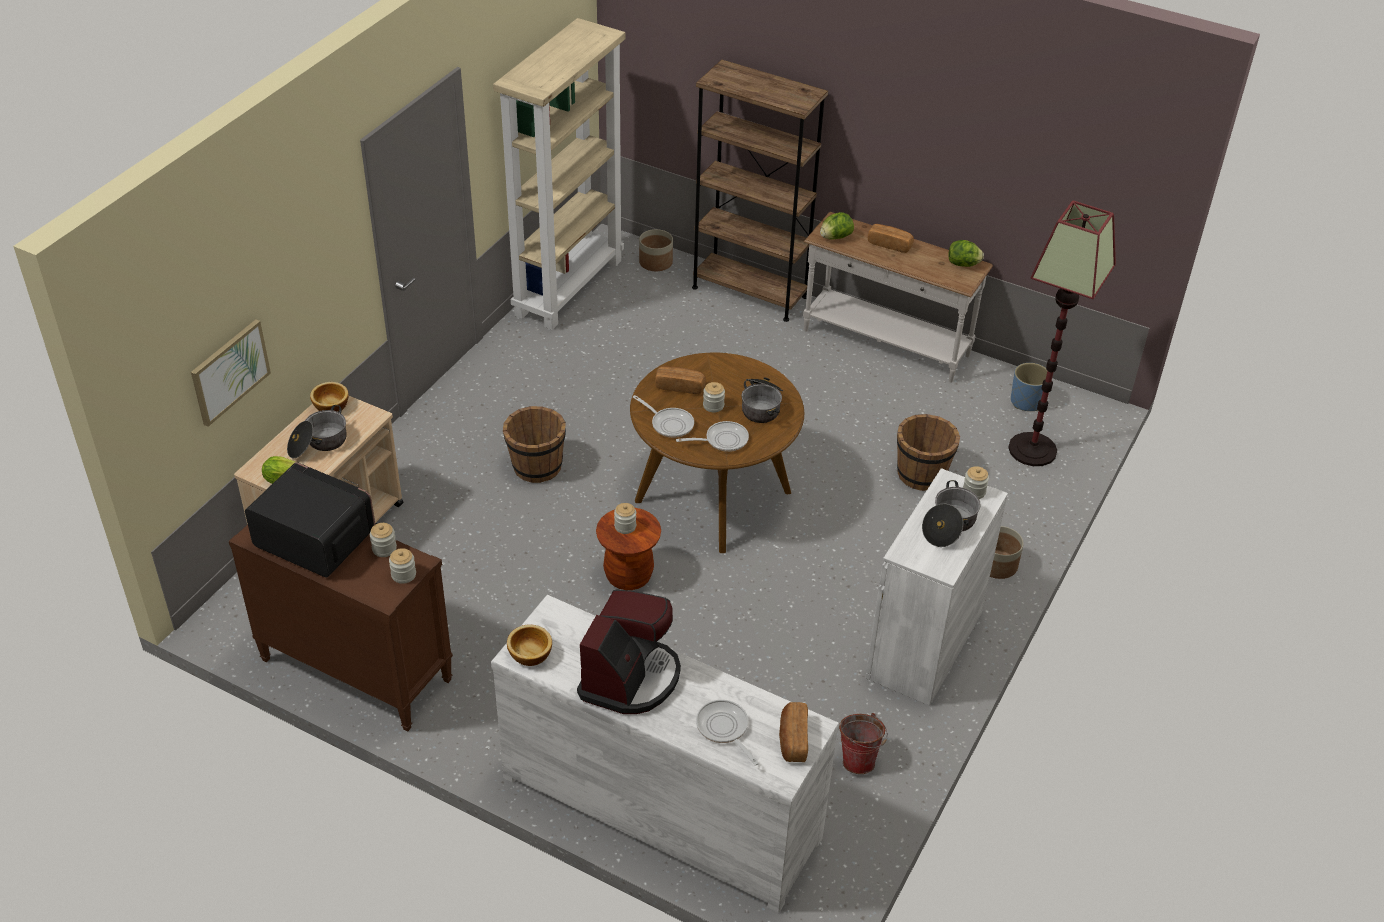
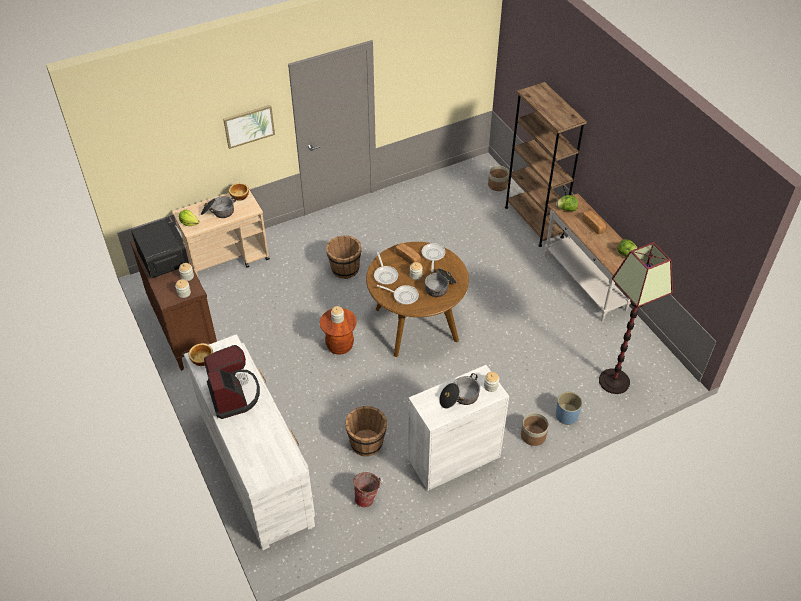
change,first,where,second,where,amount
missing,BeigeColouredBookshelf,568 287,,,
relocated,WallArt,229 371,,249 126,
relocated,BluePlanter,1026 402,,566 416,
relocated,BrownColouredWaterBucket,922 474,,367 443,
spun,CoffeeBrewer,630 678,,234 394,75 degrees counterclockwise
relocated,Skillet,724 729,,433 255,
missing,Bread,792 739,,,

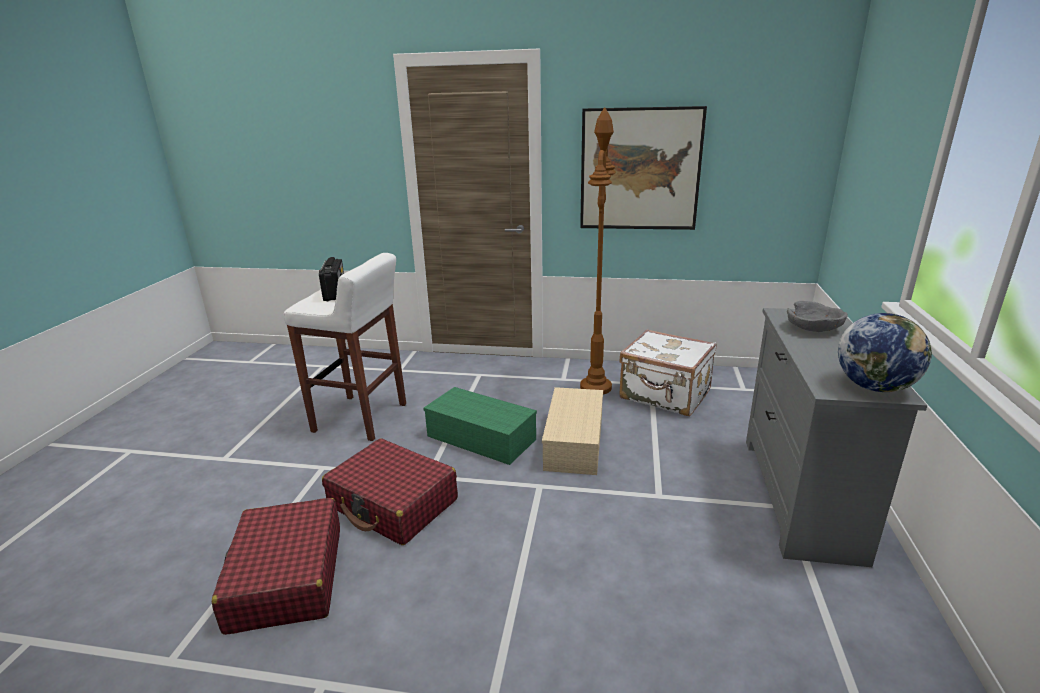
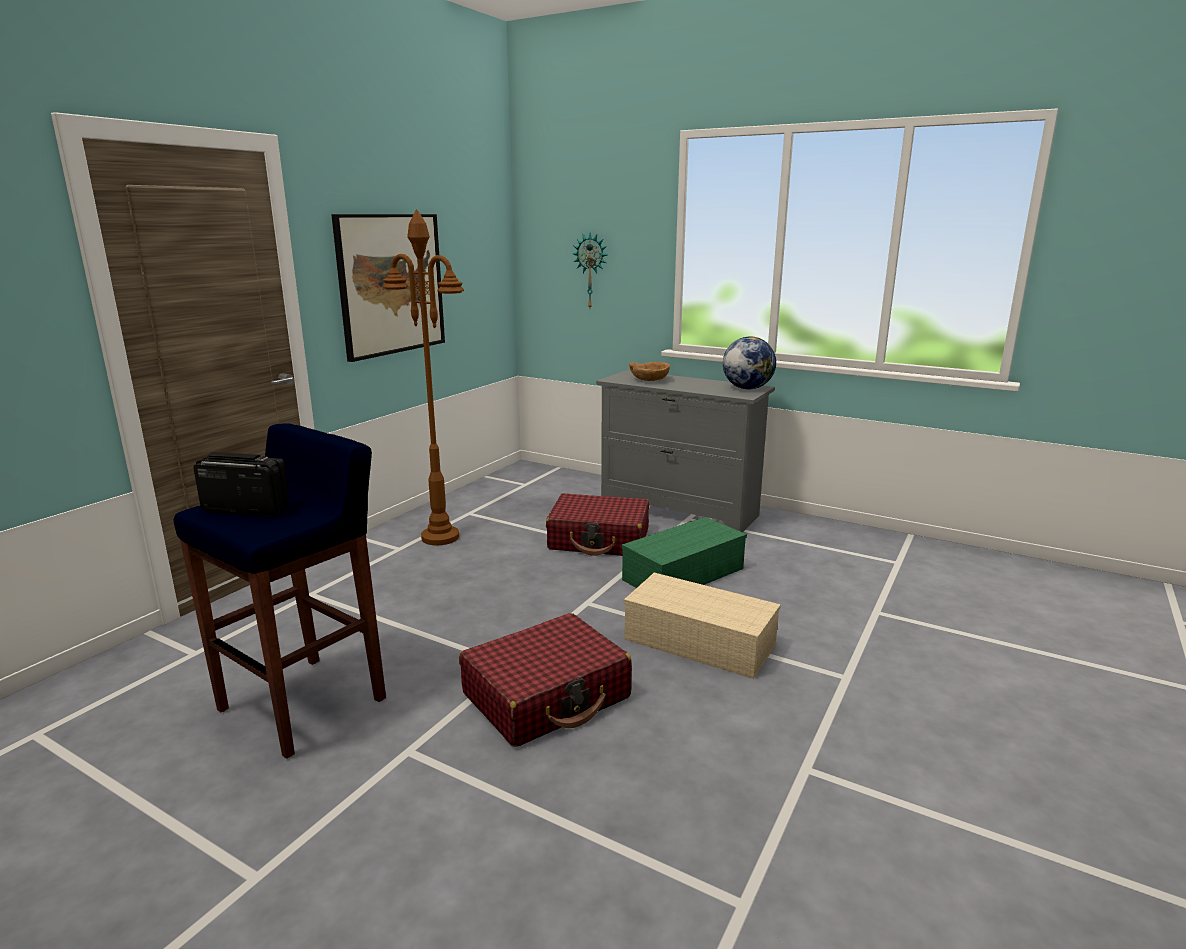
change,first,where,second,where,amount
colour,WhiteColouredStoolSeat,361 418,BlueStoolSeat,305 703,
colour,GreyBowl,813 328,BrownColouredBowl,649 379,
missing,WhiteColouredSuitcase,665 395,,,
relocated,GreenStorageBin,483 437,,684 573,
relocated,BeigeColouredStorageBin,575 443,,702 642,
relocated,RedSuitcase,286 578,,599 539,
appeared,,,WallClock,591 271,

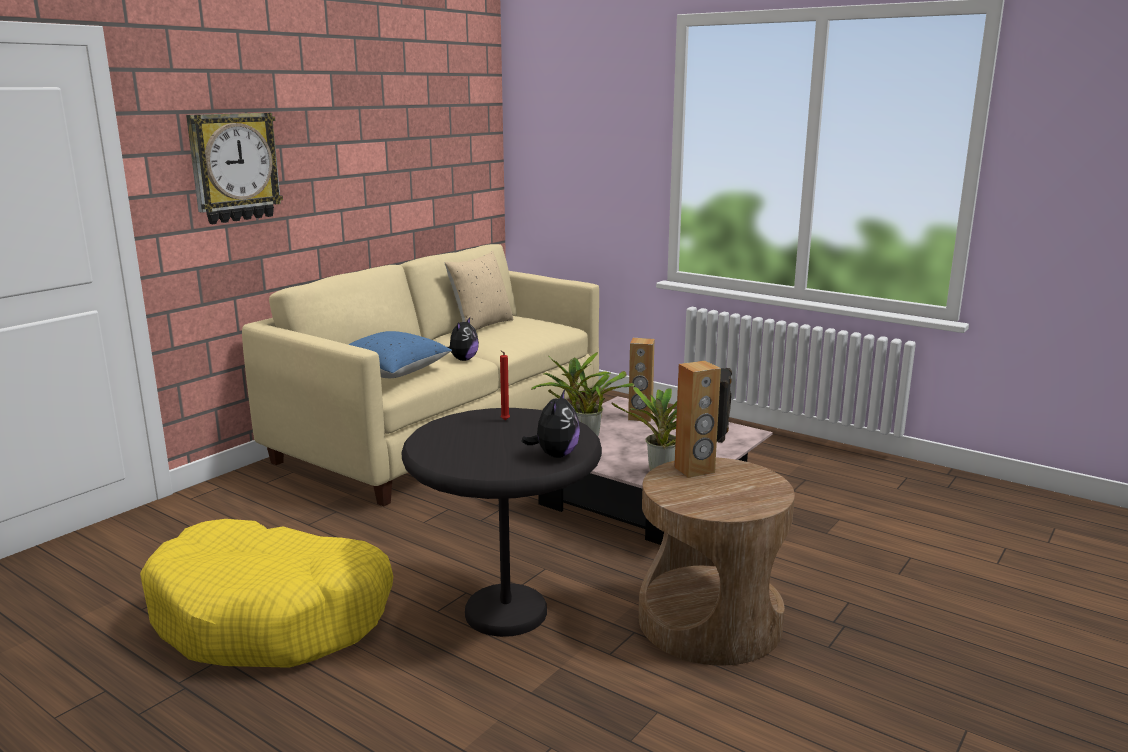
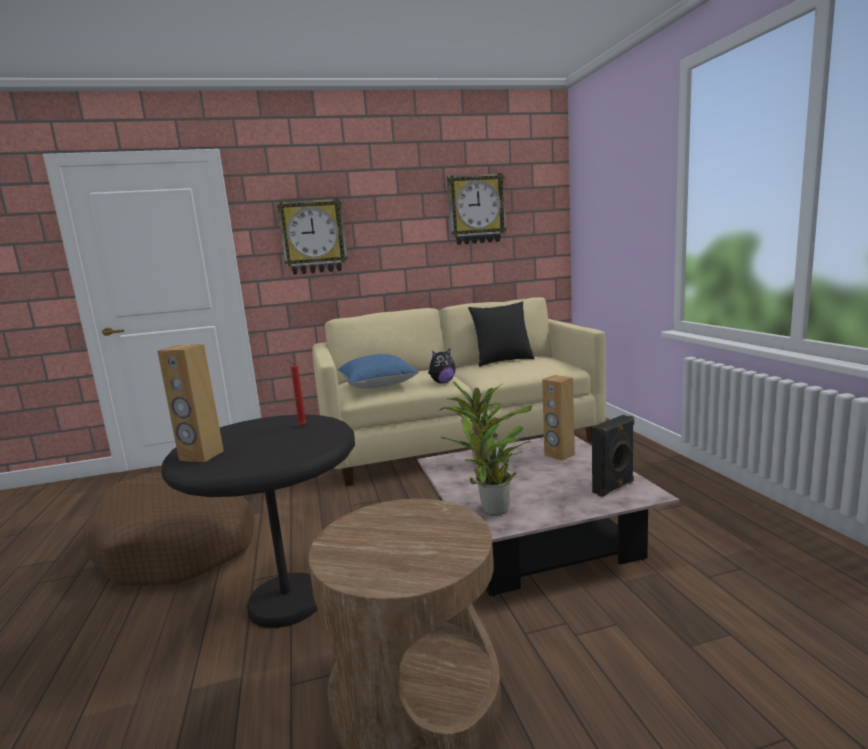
change,first,where,second,where,amount
colour,BeigeColouredPillow,481 326,BlackColouredPillow,502 361,
relocated,BrownColouredSpeaker,694 470,,201 456,
missing,PlushToy,555 455,,,
colour,YellowColouredDogCushion,272 616,BrownColouredDogCushion,179 544,
appeared,,,WallClock,476 209,

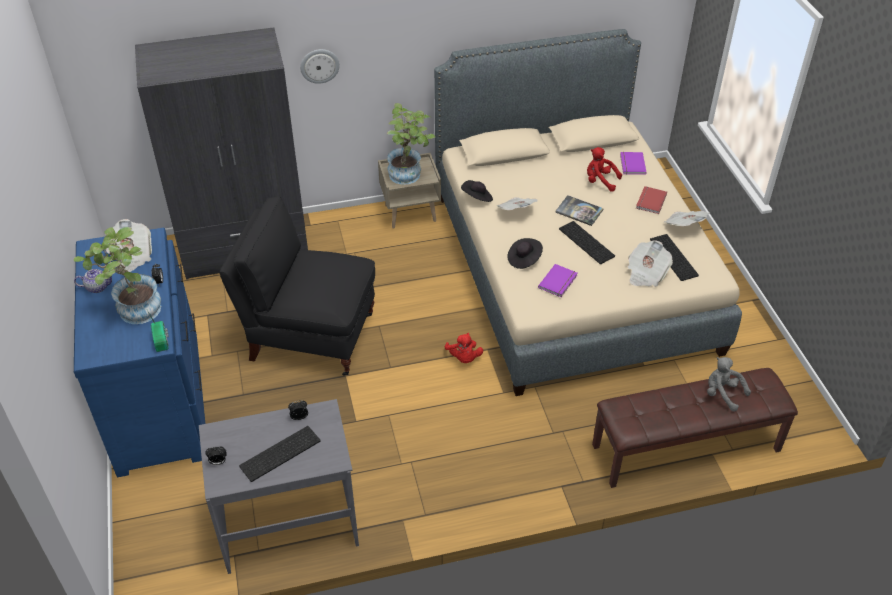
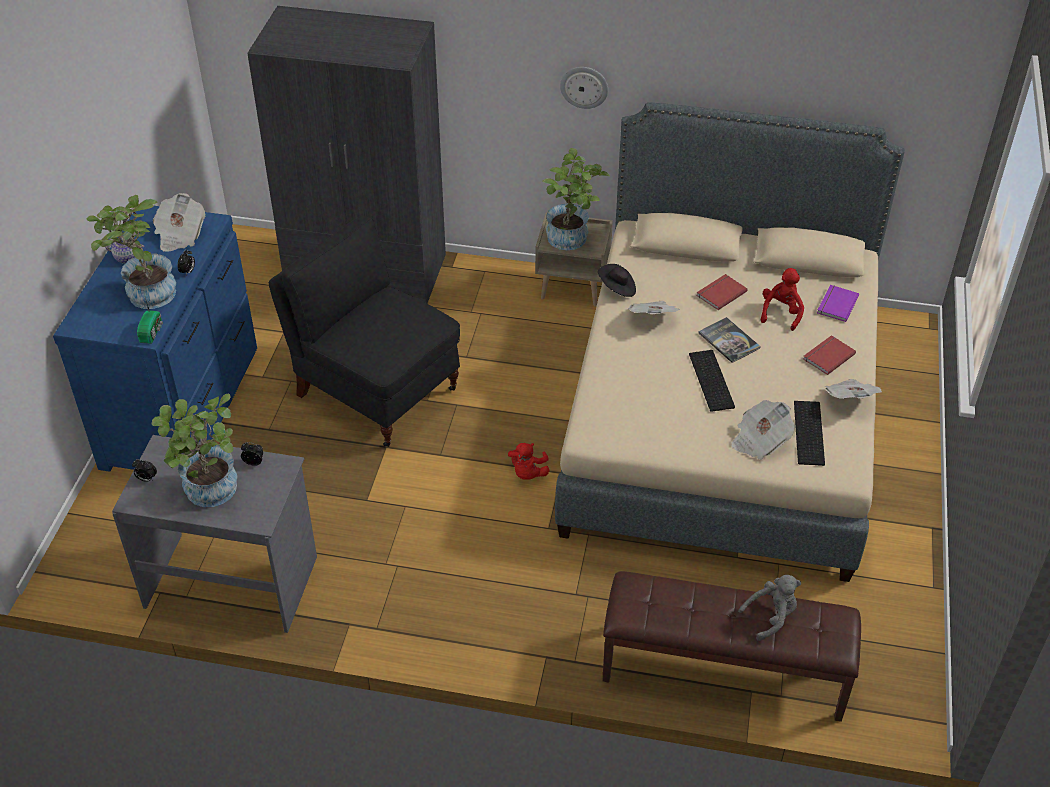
change,first,where,second,where,amount
relocated,WallClock,319 65,,584 86,
spun,RedPlushToy,600 181,,781 313,60 degrees clockwise
missing,BlackColouredWearableHat,524 259,,,
missing,PurpleColouredBook,559 282,,,
spun,GreyPlushToy,722 393,,771 617,90 degrees clockwise
exchanged,Keyboard,280 455,PlantInAPot,210 494,
appeared,,,RedBook,720 293,

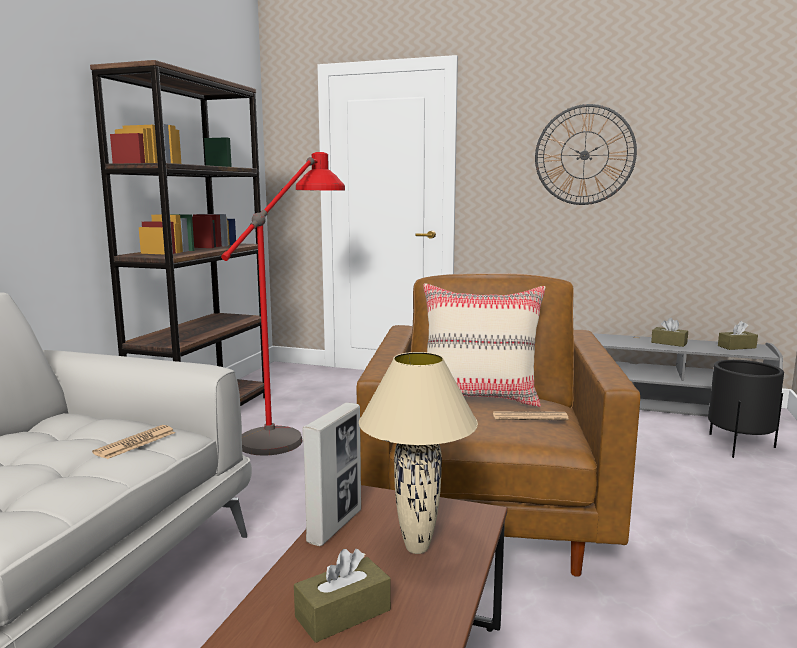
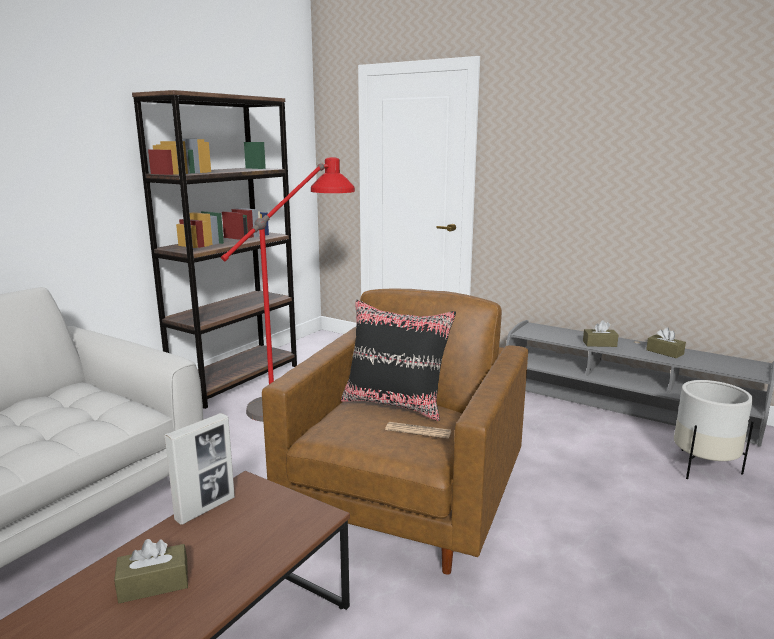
change,first,where,second,where,amount
missing,WallClock,584 155,,,
colour,BeigeColouredPillow,479 397,BlackColouredPillow,395 404,
relocated,BrownColouredBoxOfTissues,736 347,,599 344,
missing,BeigeColouredTableLamp,417 549,,,
colour,BlackColouredPlanter,738 446,WhiteColouredPlanter,703 467,
missing,Newspaper,135 443,,,

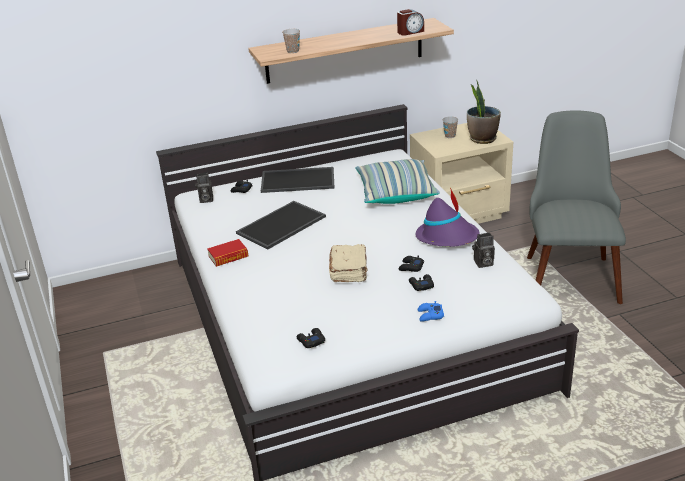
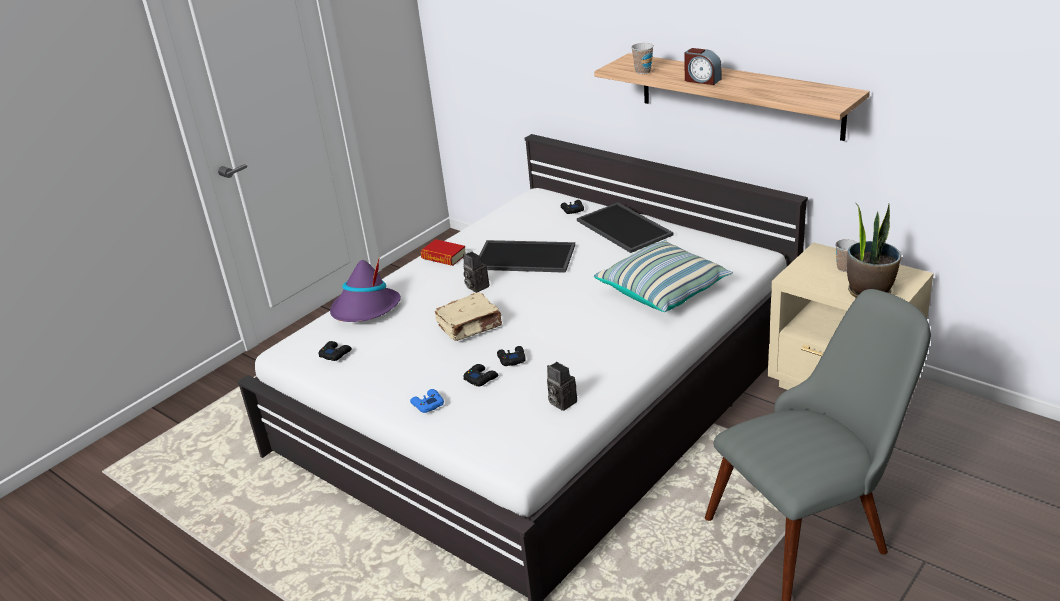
change,first,where,second,where,amount
relocated,AlarmClock,410 32,,702 80,
relocated,StillCamera,205 200,,476 286,
relocated,PurpleColouredWearableHat,447 237,,365 310,

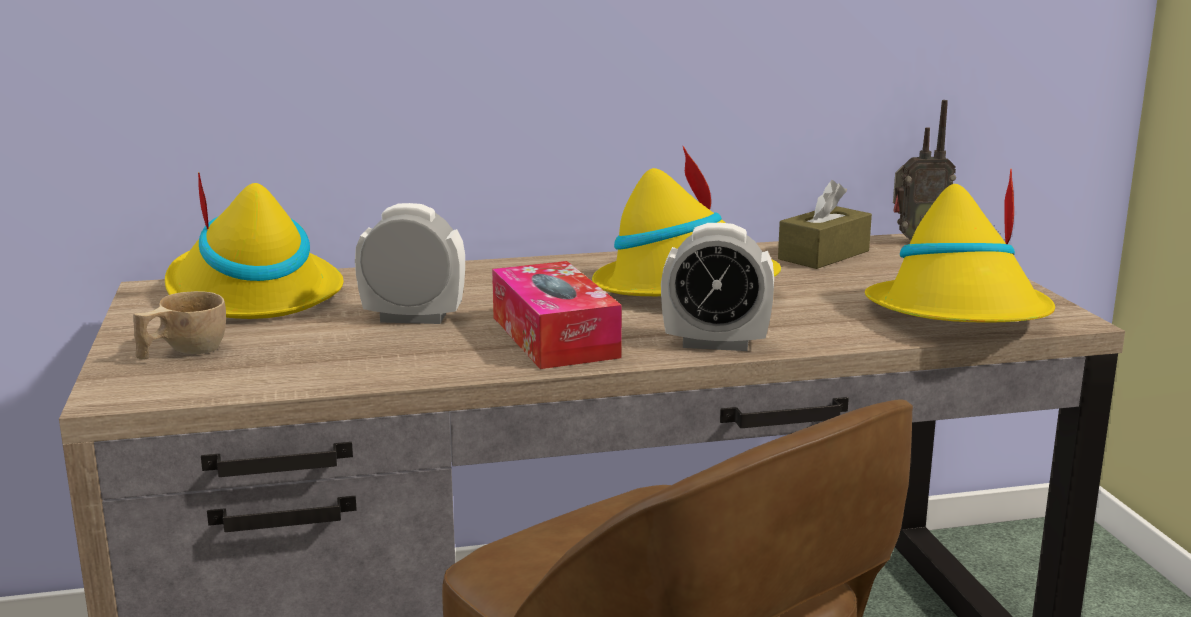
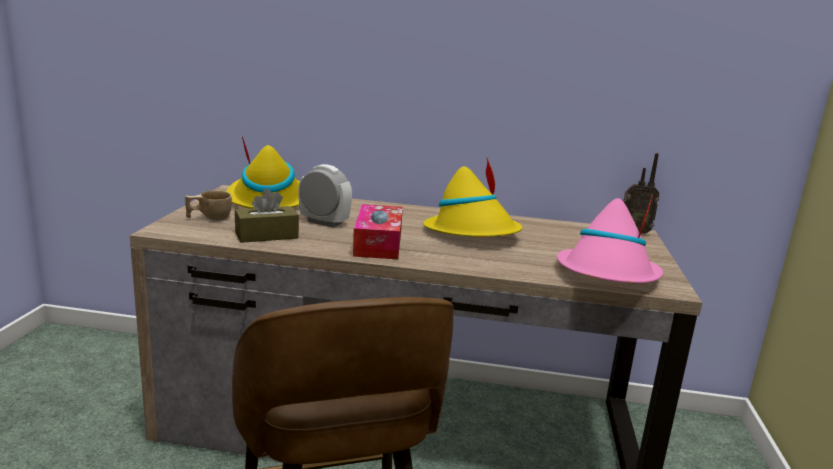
change,first,where,second,where,amount
colour,YellowColouredWearableHat,960 317,PinkishWearableHat,607 275,
relocated,BrownColouredBoxOfTissues,823 255,,266 235,
missing,AlarmClock,715 343,,,

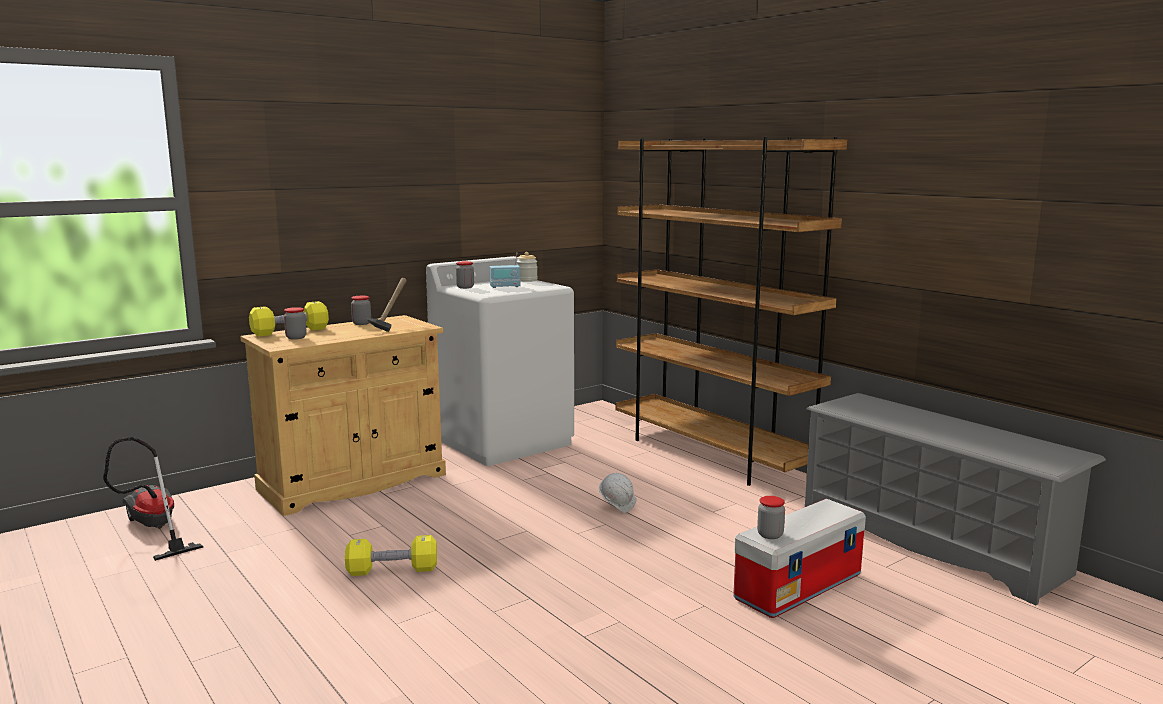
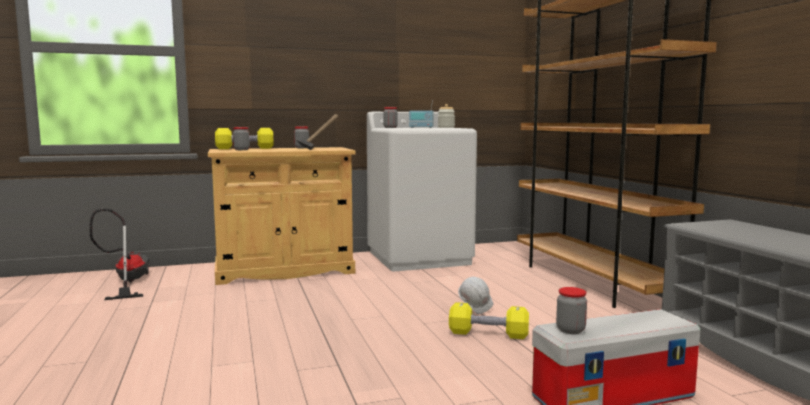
change,first,where,second,where,amount
relocated,YellowColouredDumbbell,392 570,,488 334,

